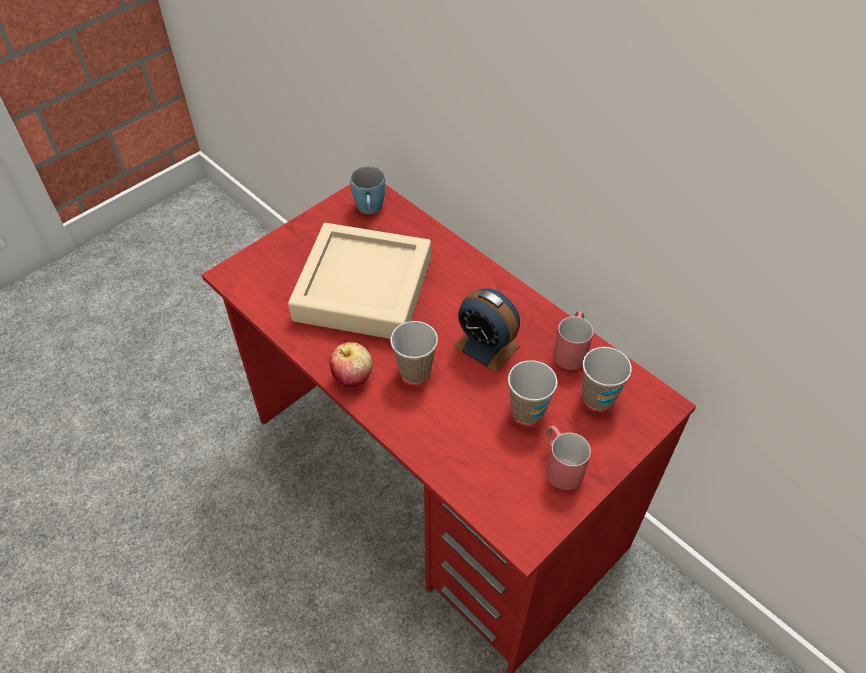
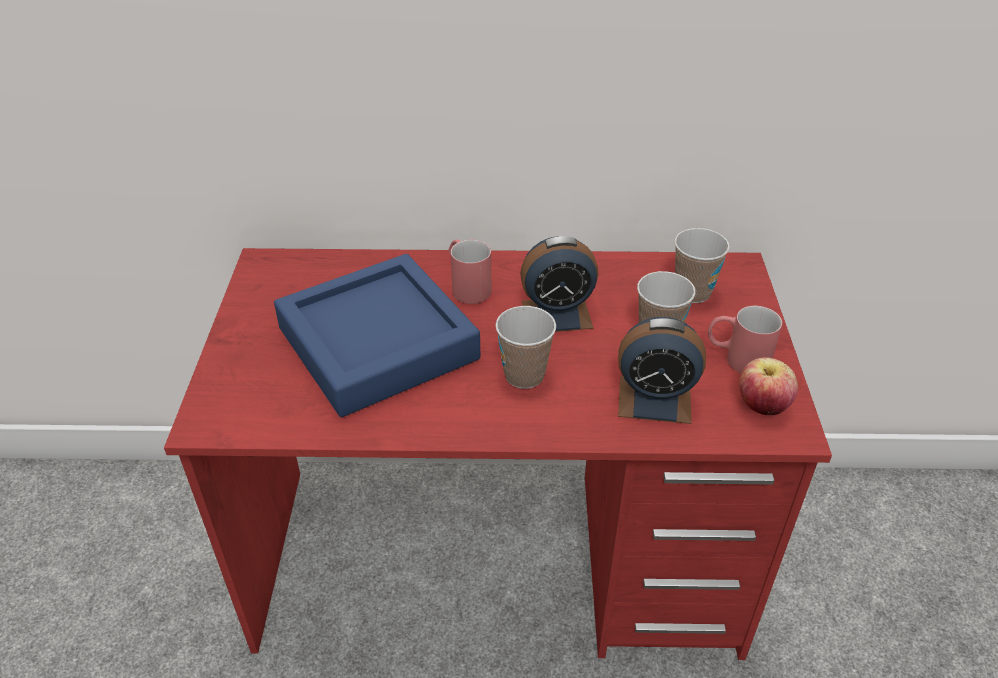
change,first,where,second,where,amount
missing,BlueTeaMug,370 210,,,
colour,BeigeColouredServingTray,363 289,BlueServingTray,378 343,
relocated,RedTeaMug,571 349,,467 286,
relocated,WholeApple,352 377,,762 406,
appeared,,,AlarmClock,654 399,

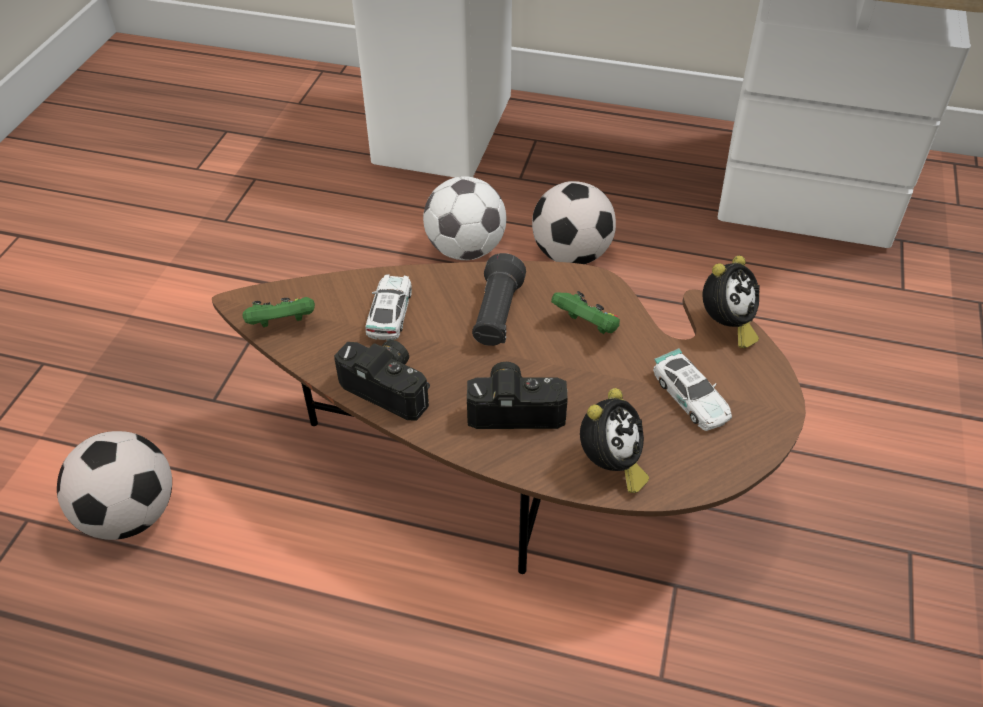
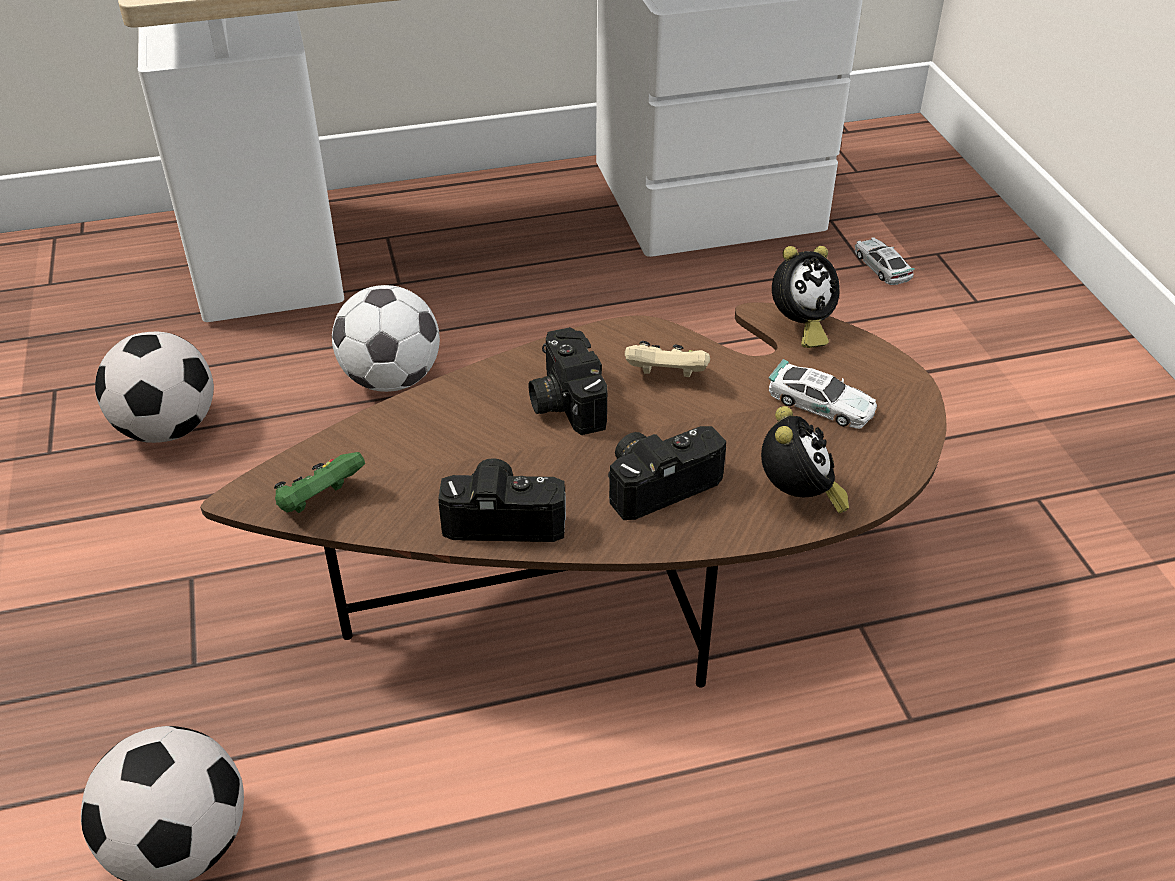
change,first,where,second,where,amount
relocated,BallForFootball,571 255,,167 428,
exchanged,BlackColouredHandTorch,497 315,StillCamera,563 400,
spun,AlarmClock,726 326,,800 327,45 degrees clockwise
relocated,MiniatureCar,390 312,,881 266,
colour,GreenGamepad,587 326,BeigeColouredGamepad,666 376,

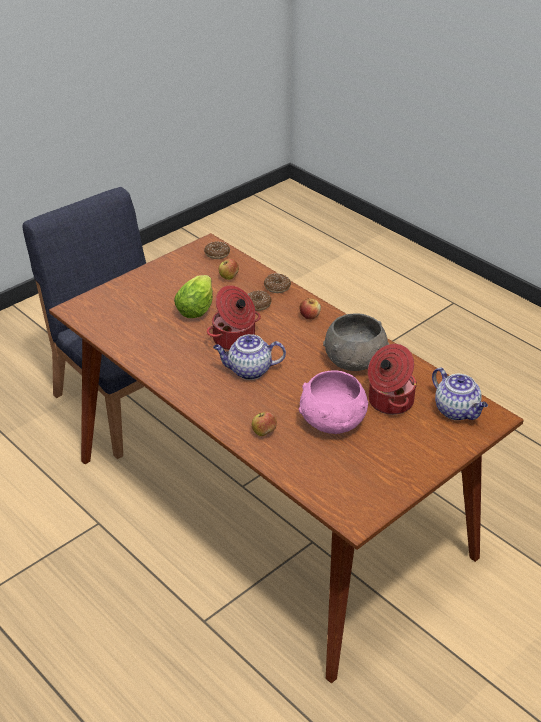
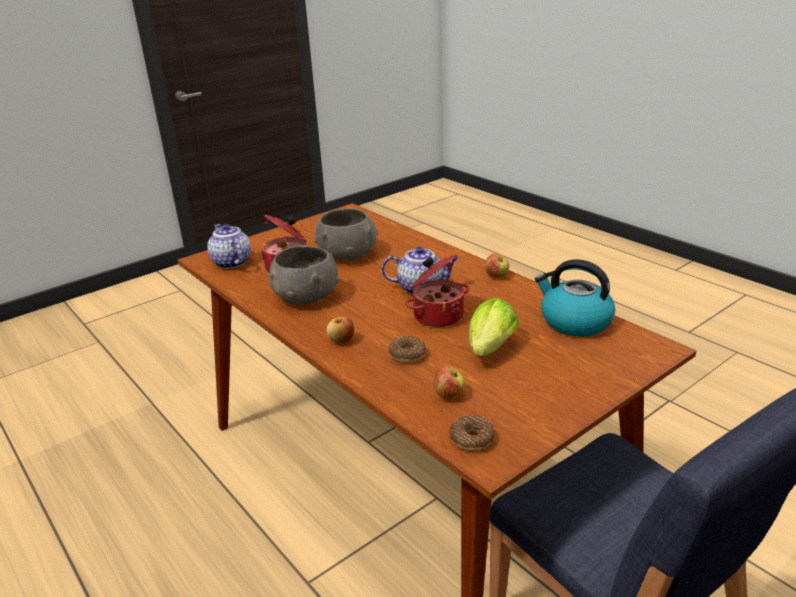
change,first,where,second,where,amount
missing,Doughnut,277 287,,,
colour,PinkishBowl,332 422,GreyBowl,347 254,
relocated,WholeApple,264 432,,496 276,
appeared,,,TeaKettle,574 322,

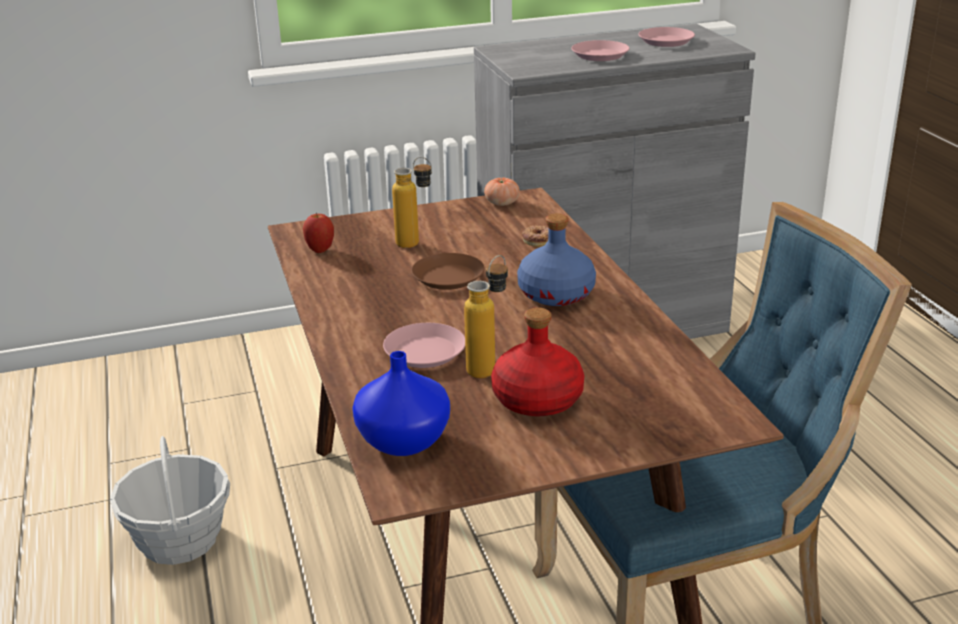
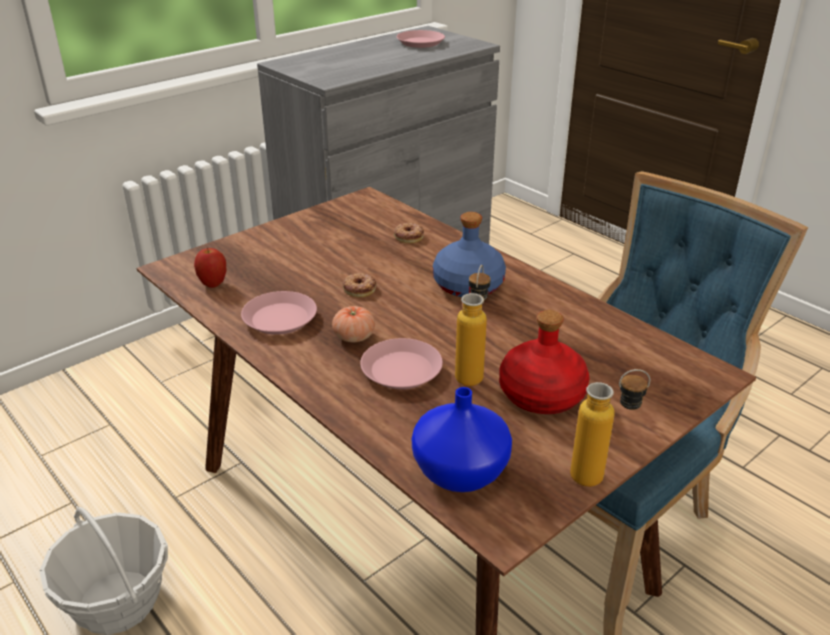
change,first,where,second,where,amount
relocated,PinkishDinnerPlate,600 55,,280 318,
relocated,BeverageBottle,416 245,,600 476,
relocated,FreshTomato,502 203,,354 336,
exchanged,BrownColouredDinnerPlate,448 277,Doughnut,359 288,

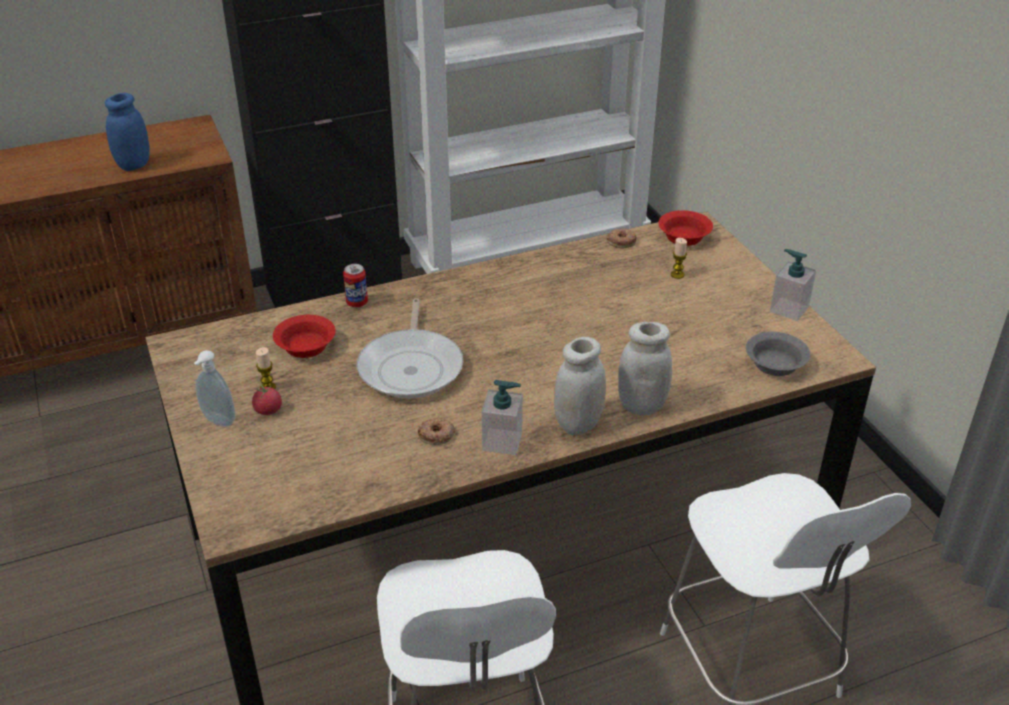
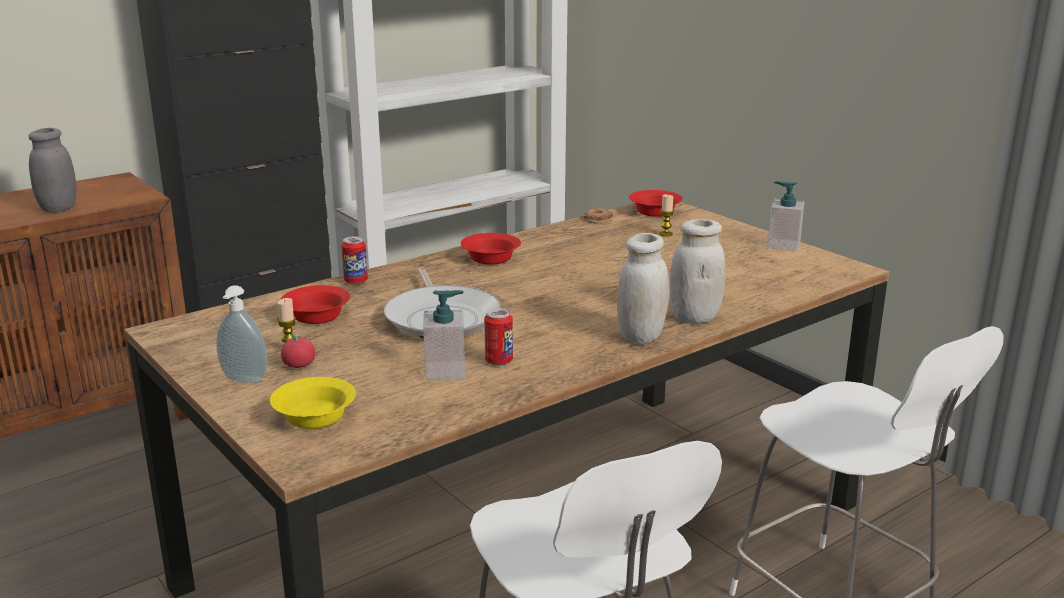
change,first,where,second,where,amount
colour,BlueJar,134 165,GreyJar,58 208,
missing,GreyBowl,774 365,,,
relocated,SoapBottle,502 441,,445 370,
exchanged,Doughnut,436 435,Can,499 361,
appeared,,,RedBowl,489 258,
appeared,,,YellowColouredBowl,313 417,

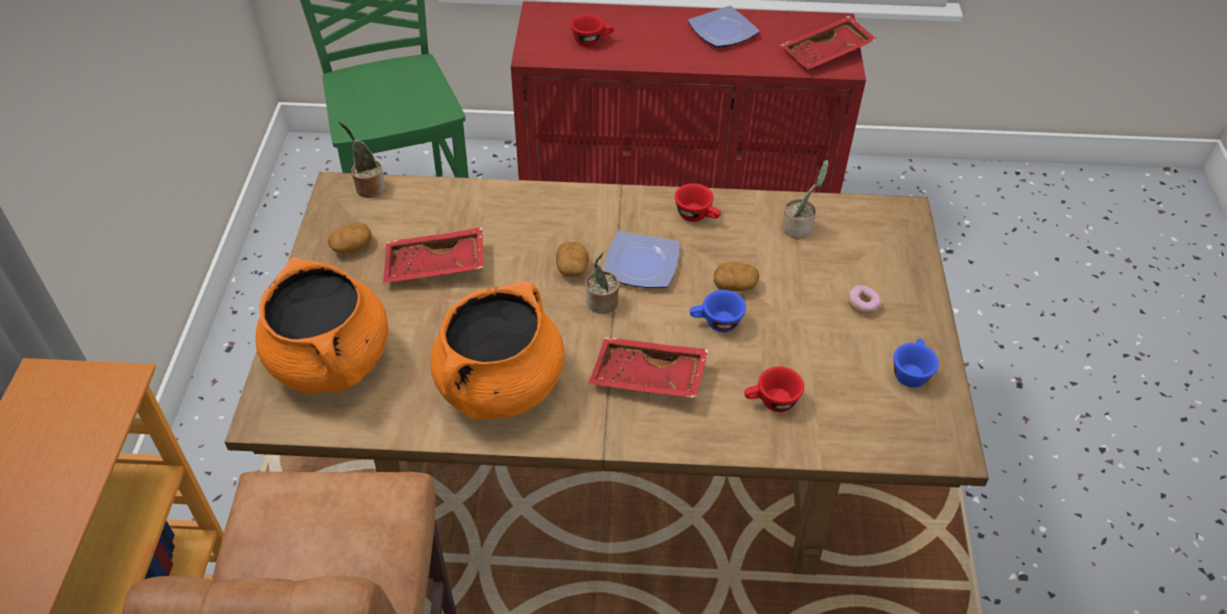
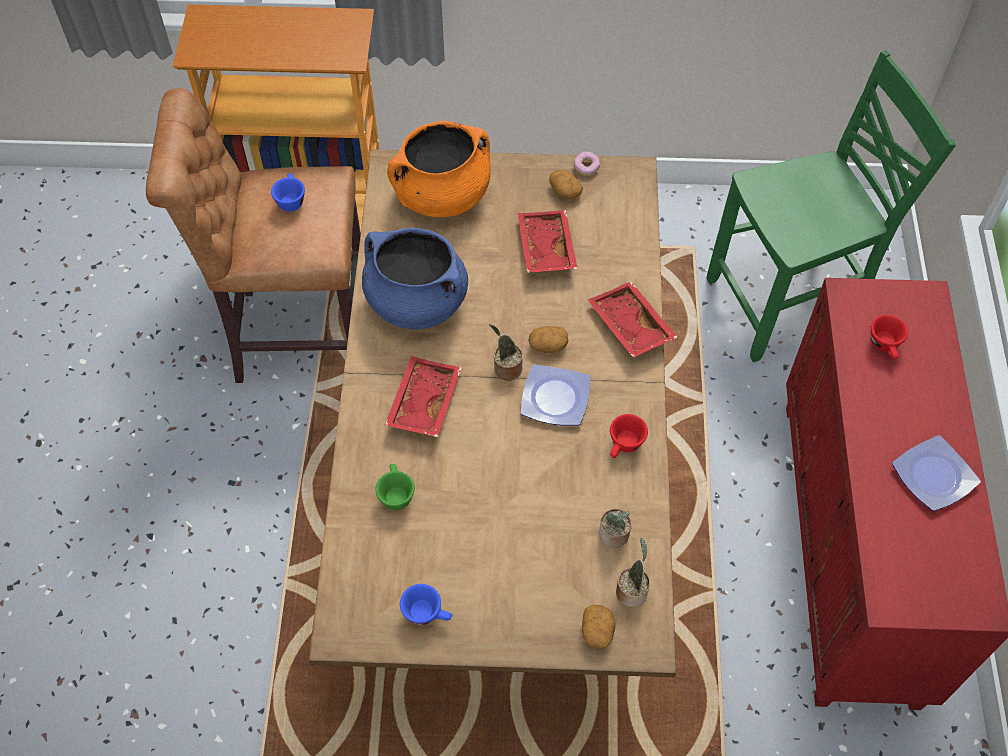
change,first,where,second,where,amount
relocated,RedServingTray,827 53,,629 326,
relocated,PlantInAPot,368 187,,632 590,
relocated,Potato,735 285,,597 631,
colour,OrangeySaucepot,500 386,BlueSaucepot,416 302,
relocated,Doughnut,862 305,,586 168,
relocated,BlueSmallCup,716 323,,290 199,
colour,RedSmallCup,771 402,GreenSmallCup,395 494,

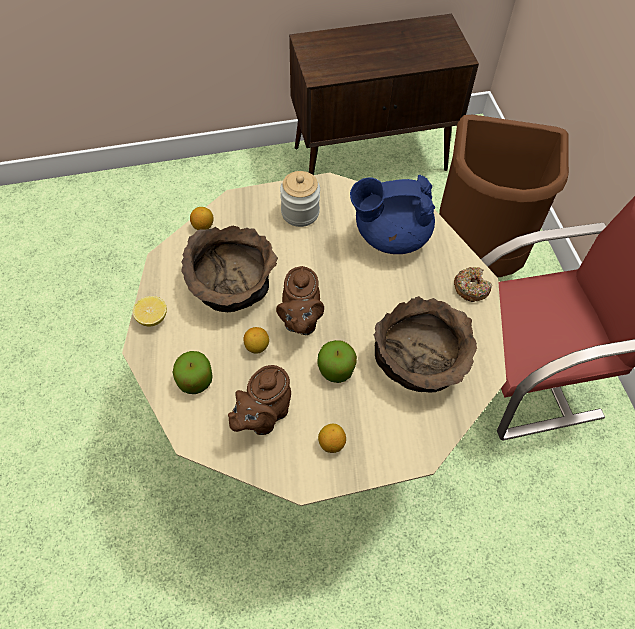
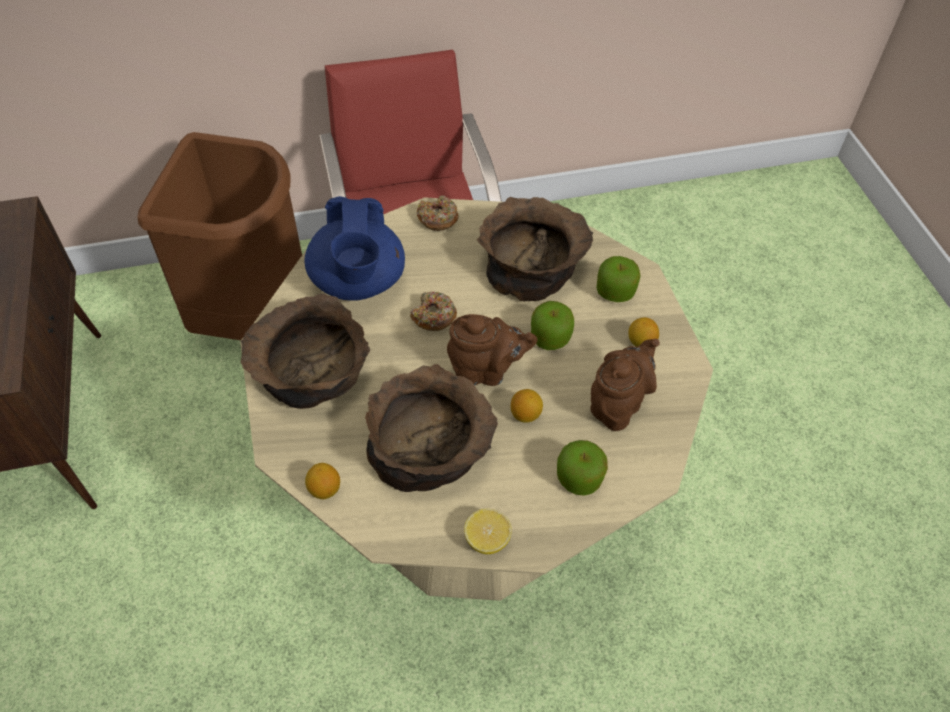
change,first,where,second,where,amount
exchanged,Jar,300 212,BrownColouredBowl,311 373,
spun,BrownColouredTeaPot,263 416,,618 405,90 degrees counterclockwise
appeared,,,WholeApple,615 292,
appeared,,,Doughnut,433 317,

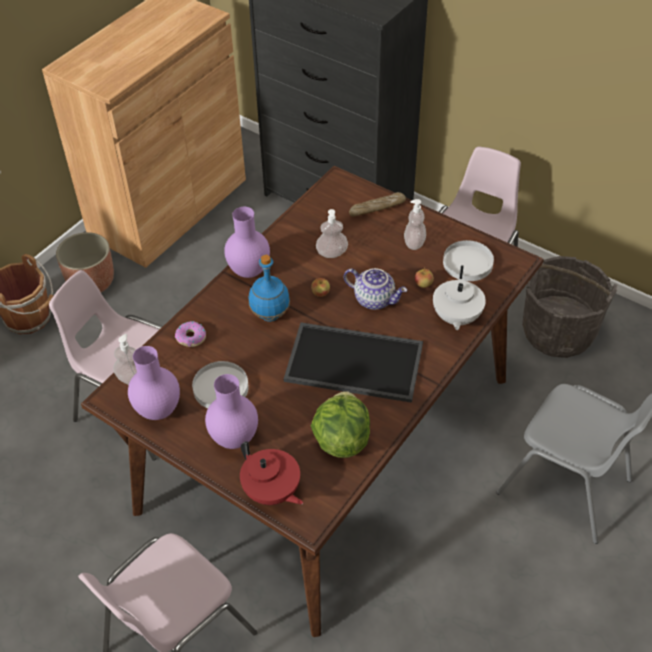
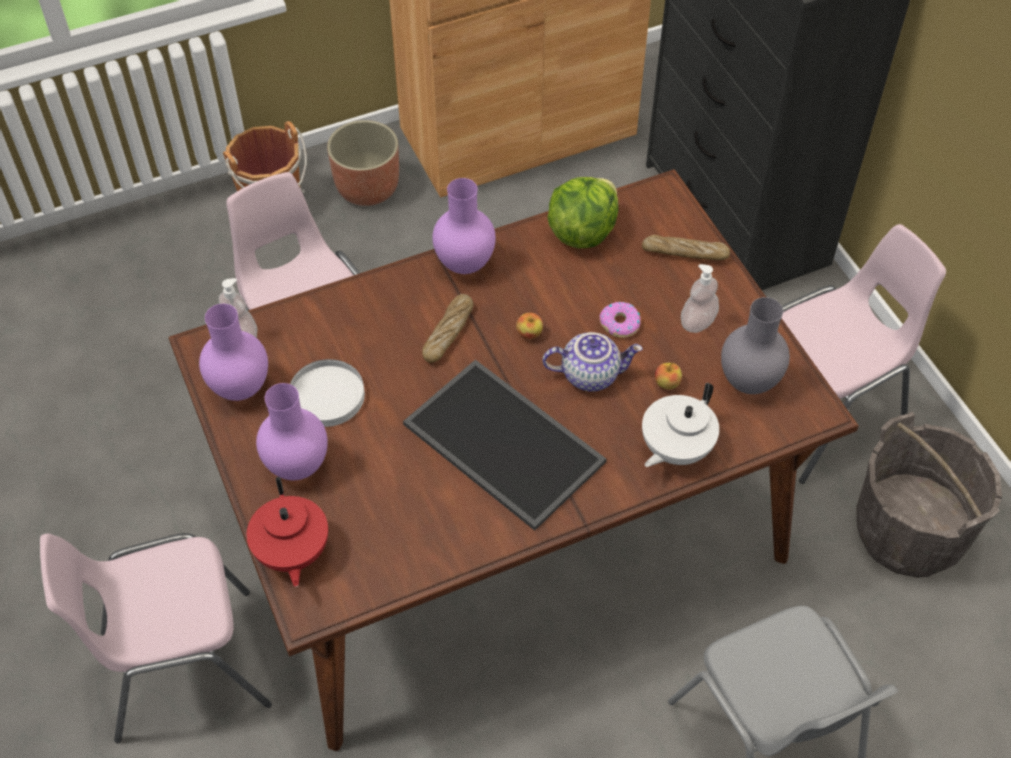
change,first,where,second,where,amount
missing,SoapBottle,332 253,,,
exchanged,WhiteColouredDinnerPlate,467 263,GreyFlowerVase,747 383,
exchanged,BlueBeverageBottle,270 315,Bread,448 332,
spun,TeaPot,375 299,,590 374,60 degrees counterclockwise
relocated,Doughnut,191 337,,619 323,
relocated,HeadOfLettuce,341 440,,582 231,

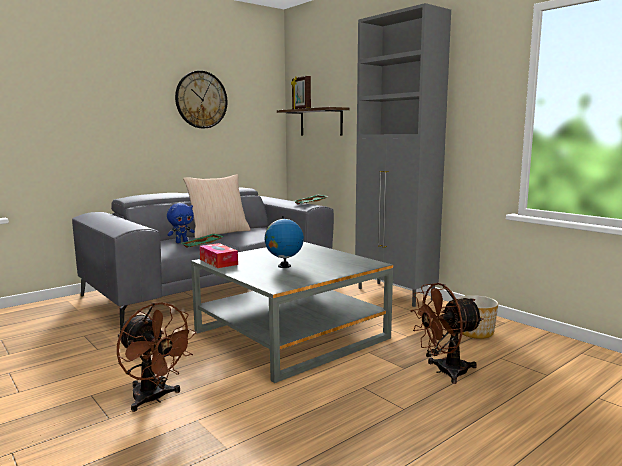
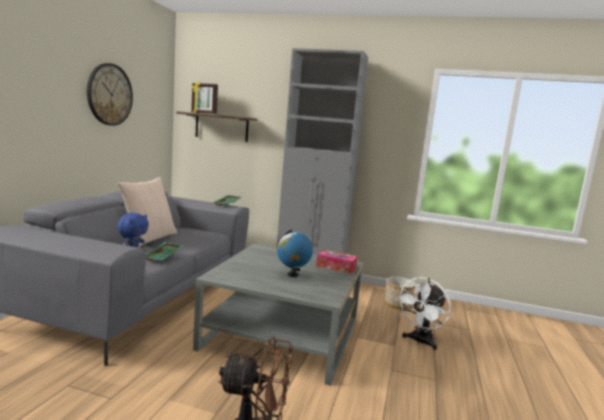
change,first,where,second,where,amount
relocated,BoxOfTissues,218 262,,336 267,
colour,BrownColouredCoolingFan,444 372,WhiteColouredCoolingFan,420 342,

